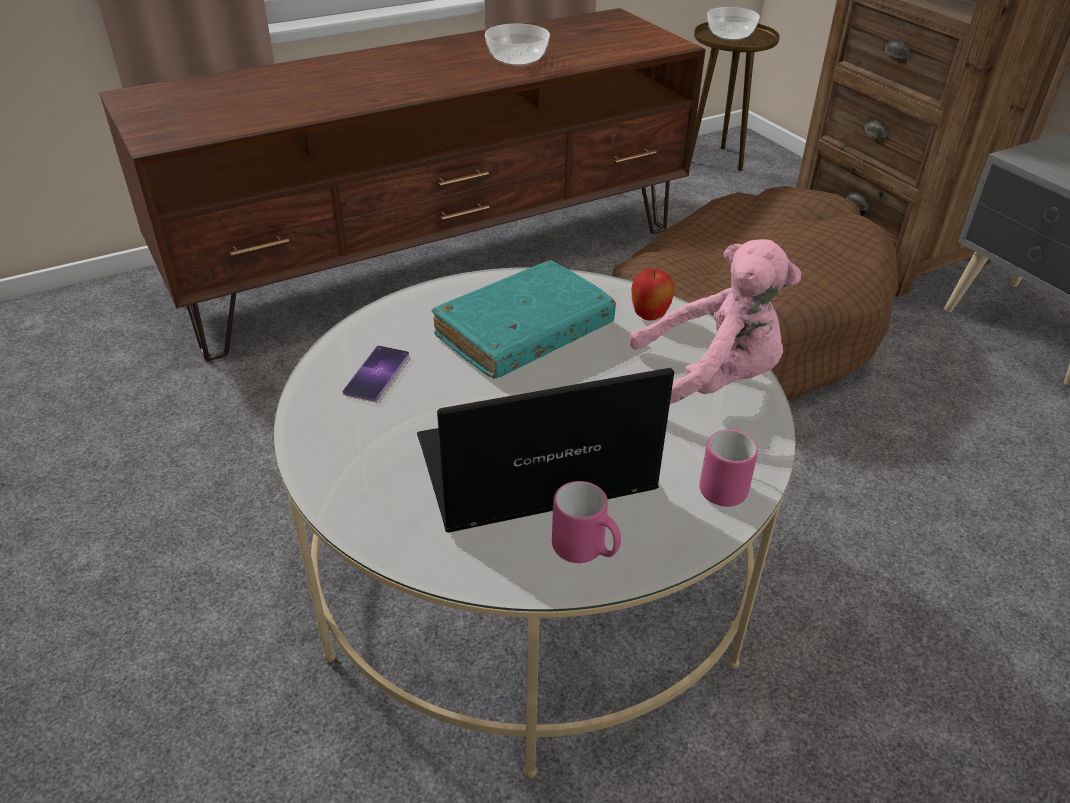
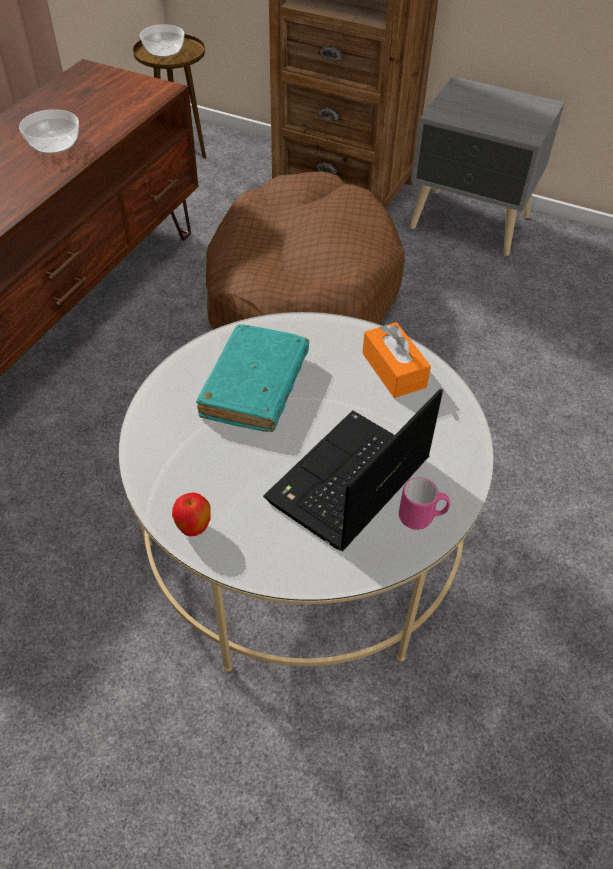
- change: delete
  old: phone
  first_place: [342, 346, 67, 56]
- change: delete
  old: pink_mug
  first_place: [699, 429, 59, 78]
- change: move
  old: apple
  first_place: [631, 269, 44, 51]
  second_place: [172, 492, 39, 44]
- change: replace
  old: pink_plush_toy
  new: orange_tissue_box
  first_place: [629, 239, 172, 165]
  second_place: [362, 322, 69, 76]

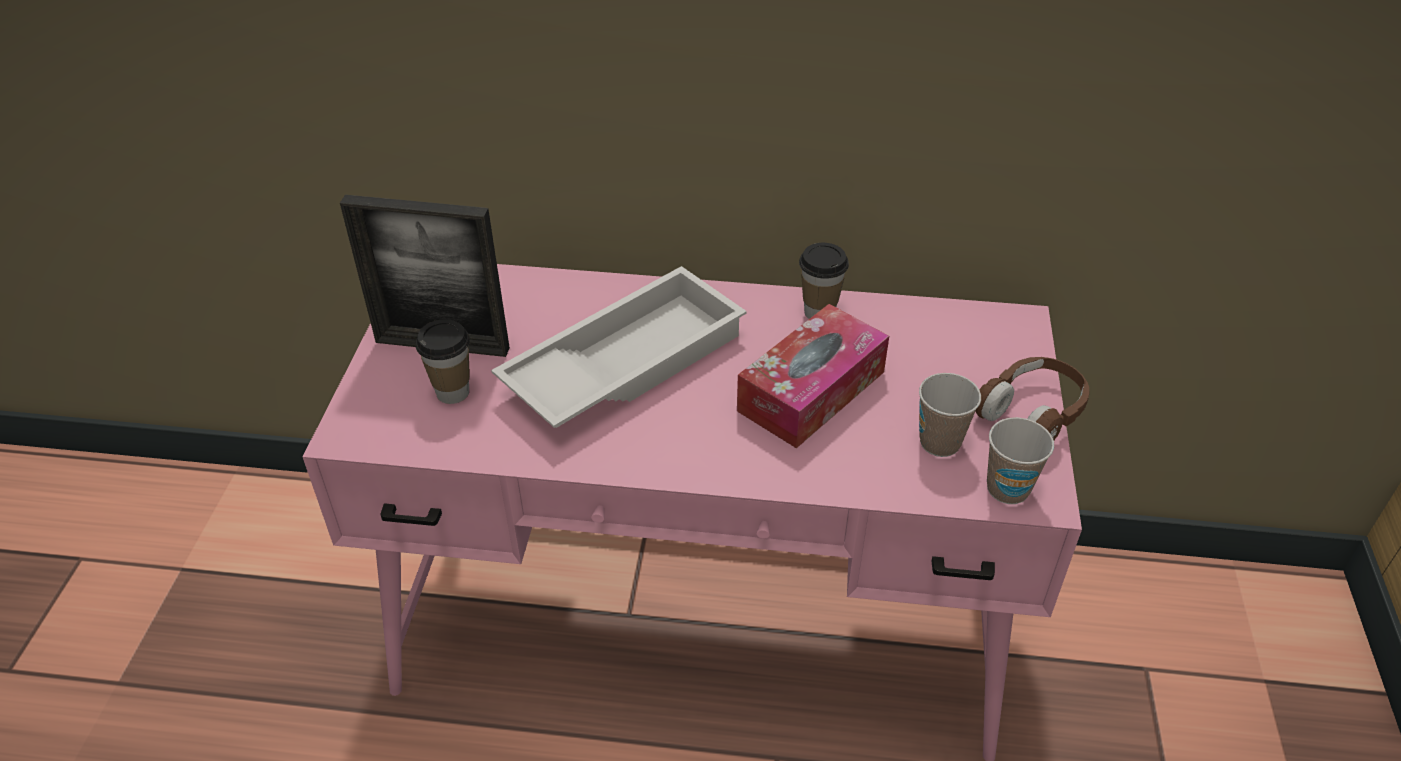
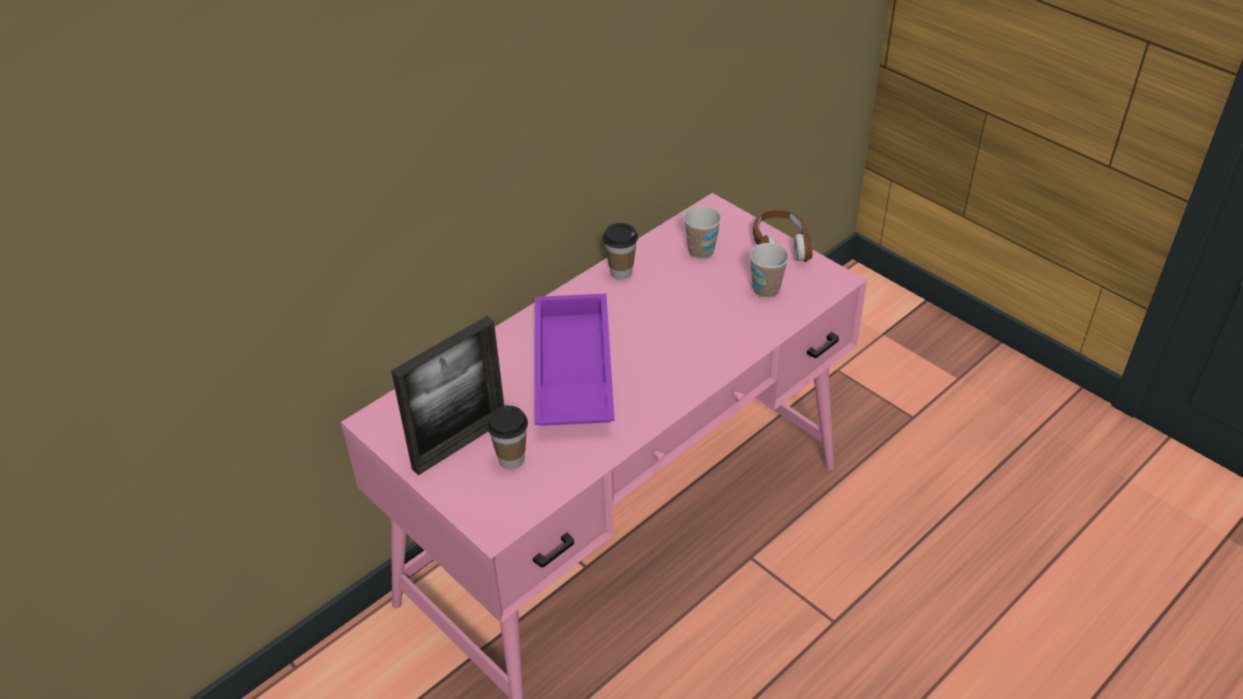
- change: delete
  old: tissue_box
  first_place: [737, 304, 152, 144]
- change: move
  old: cup
  first_place: [987, 417, 67, 87]
  second_place: [684, 206, 37, 53]
- change: recolor
  old: white_tray
  new: purple_tray
  first_place: [491, 266, 256, 162]
  second_place: [535, 294, 80, 132]

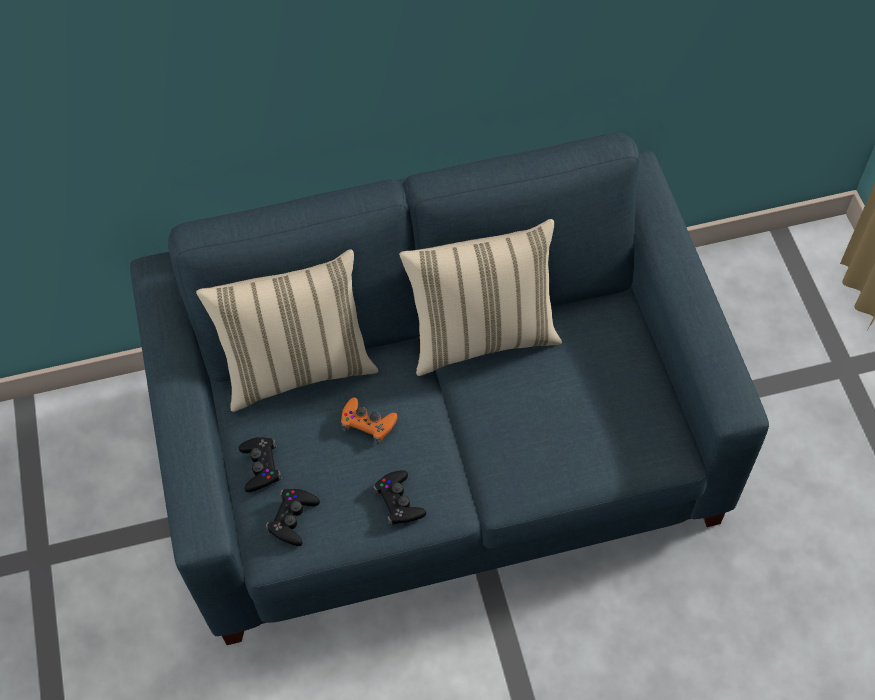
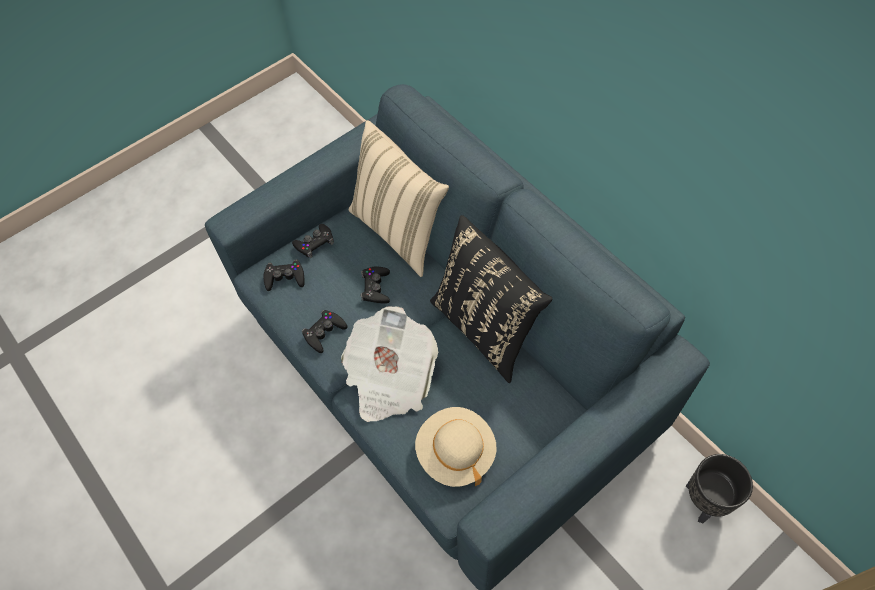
- change: insert
  new: newspaper
  second_place: [341, 306, 97, 116]
- change: insert
  new: beige_hat
  second_place: [415, 407, 82, 80]
- change: insert
  new: black_planter
  second_place: [686, 454, 67, 69]
- change: recolor
  old: orange_game_controller
  new: black_game_controller
  first_place: [341, 397, 56, 47]
  second_place: [361, 266, 29, 38]
- change: recolor
  old: beige_pillow
  new: black_pillow
  first_place: [399, 219, 163, 157]
  second_place: [430, 215, 122, 168]

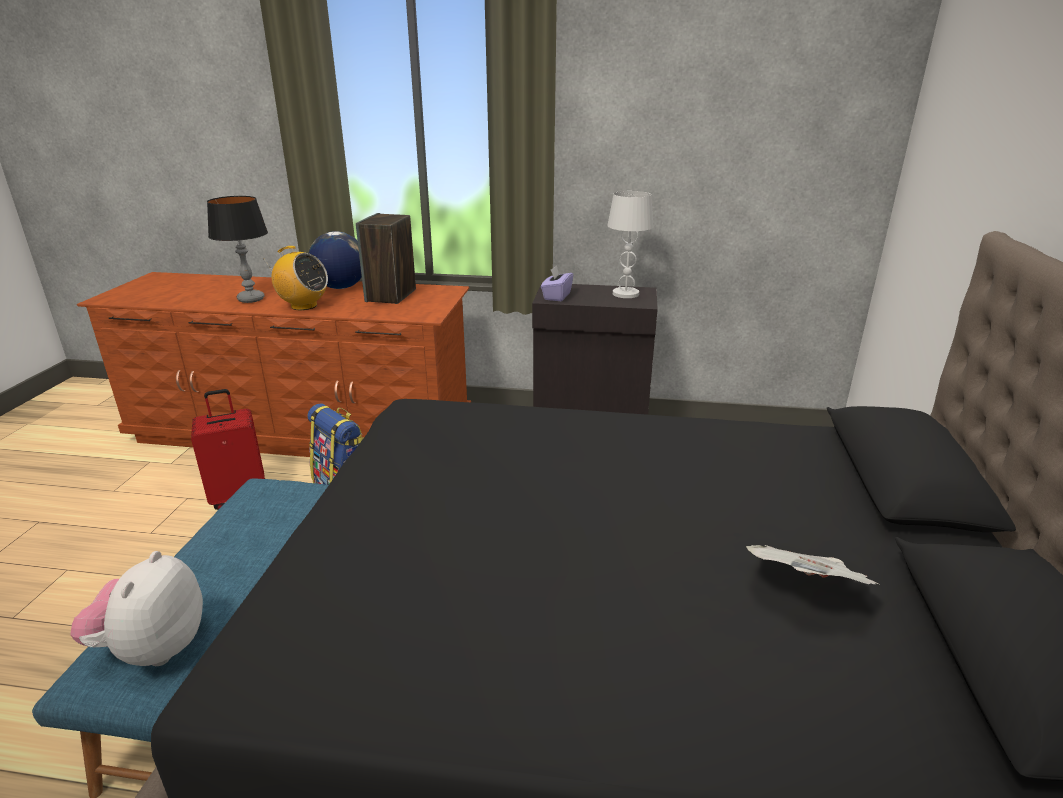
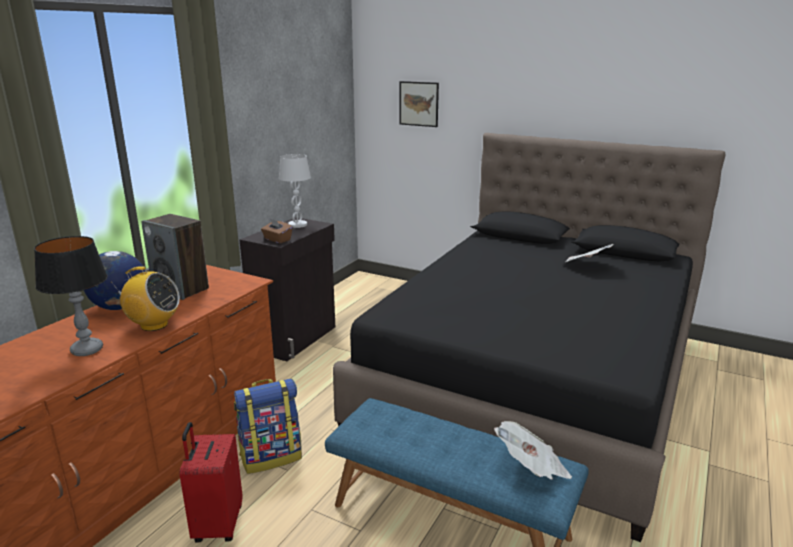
- change: insert
  new: picture
  second_place: [399, 81, 40, 46]
- change: replace
  old: plush_toy
  new: newspaper
  first_place: [70, 551, 133, 115]
  second_place: [494, 421, 78, 59]
- change: recolor
  old: purple_tissue_box
  new: brown_tissue_box
  first_place: [541, 265, 32, 36]
  second_place: [261, 219, 32, 24]
- change: rotate
  old: radio
  first_place: [264, 246, 64, 64]
  second_place: [112, 266, 68, 65]
  degrees: 60

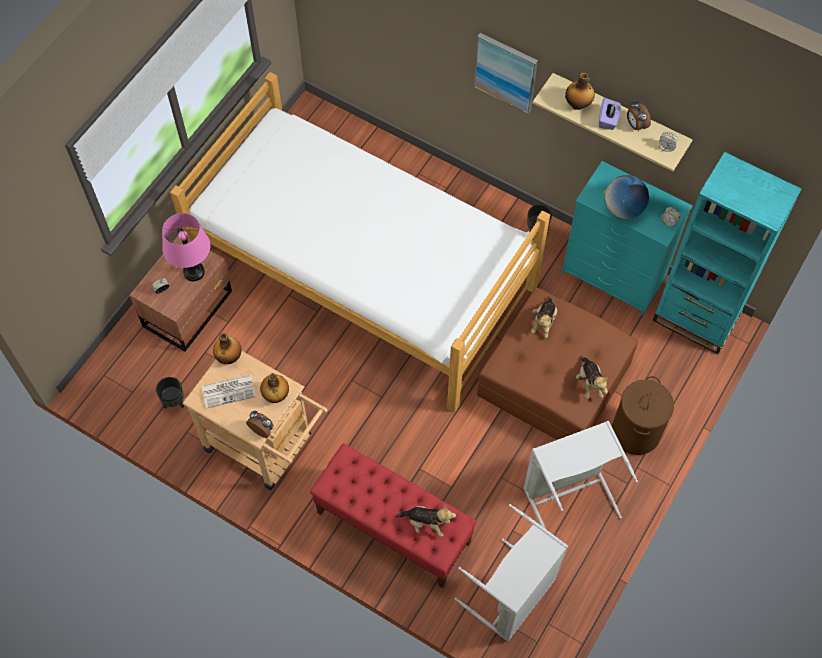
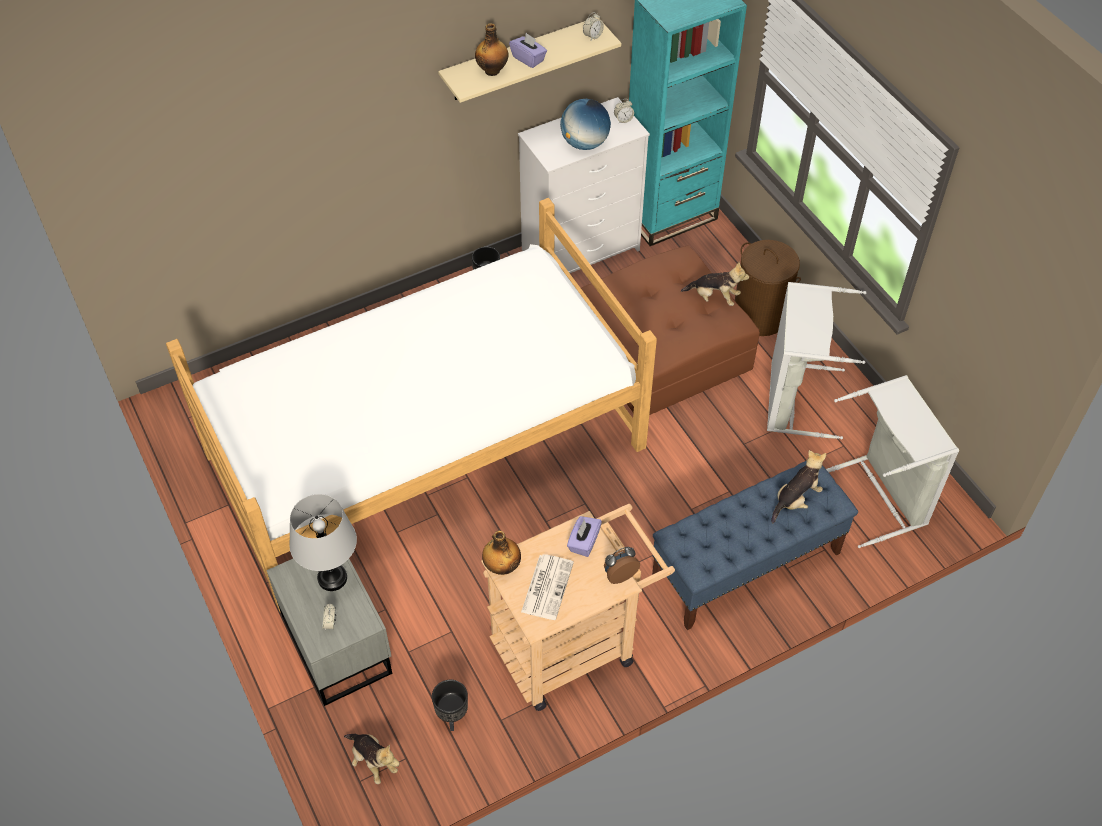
- change: delete
  old: picture
  first_place: [474, 33, 64, 81]
- change: delete
  old: alarm_clock
  first_place: [627, 101, 24, 30]
- change: move
  old: plush_toy
  first_place: [531, 296, 26, 42]
  second_place: [344, 734, 56, 50]
- change: replace
  old: bottle
  new: purple_tissue_box
  first_place: [260, 373, 29, 30]
  second_place: [567, 516, 35, 41]
- change: recolor
  old: brown_nightstand
  new: grey_nightstand
  first_place: [130, 236, 102, 115]
  second_place: [266, 559, 126, 147]
- change: recolor
  old: pink_table_lamp
  new: grey_table_lamp
  first_place: [162, 213, 48, 69]
  second_place: [289, 494, 68, 97]
- change: recolor
  old: red_bench
  new: blue_bench
  first_place: [310, 443, 167, 145]
  second_place: [652, 460, 206, 170]
- change: recolor
  old: turquoise_dresser
  new: white_dresser
  first_place: [562, 161, 131, 155]
  second_place: [518, 97, 132, 176]

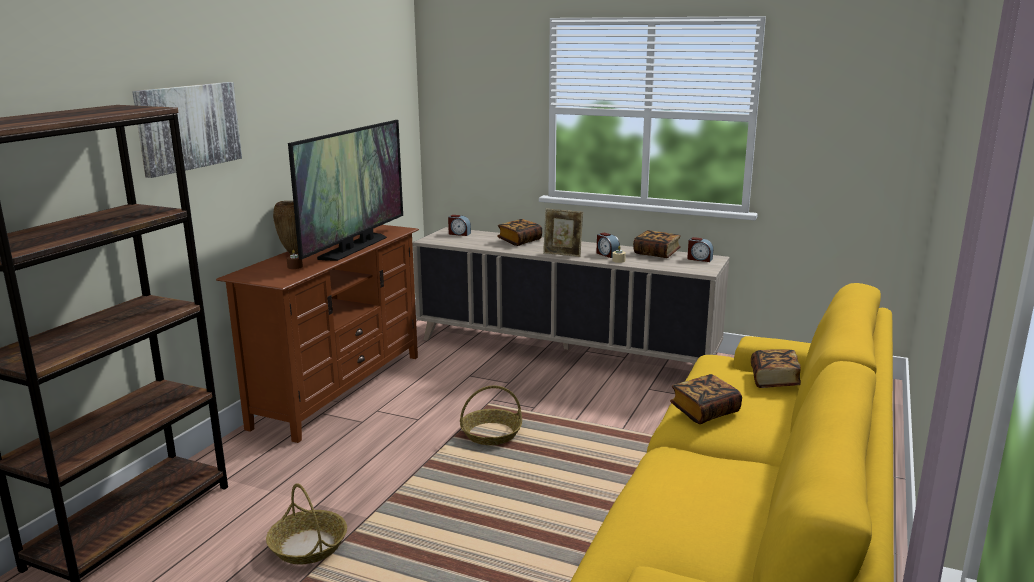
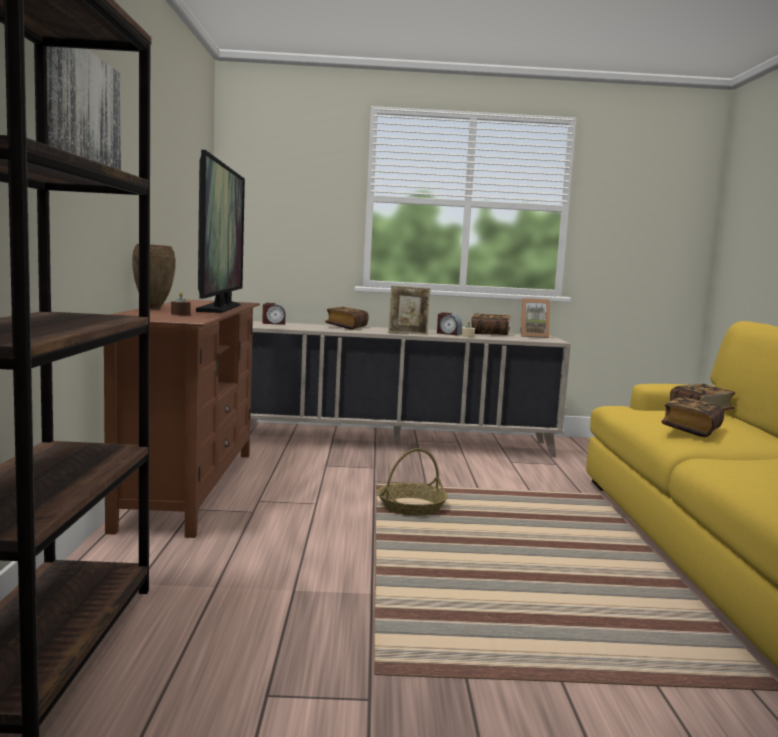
- change: delete
  old: basket
  first_place: [266, 483, 81, 82]
- change: replace
  old: alarm_clock
  new: picture_frame
  first_place: [687, 237, 26, 25]
  second_place: [520, 298, 30, 40]

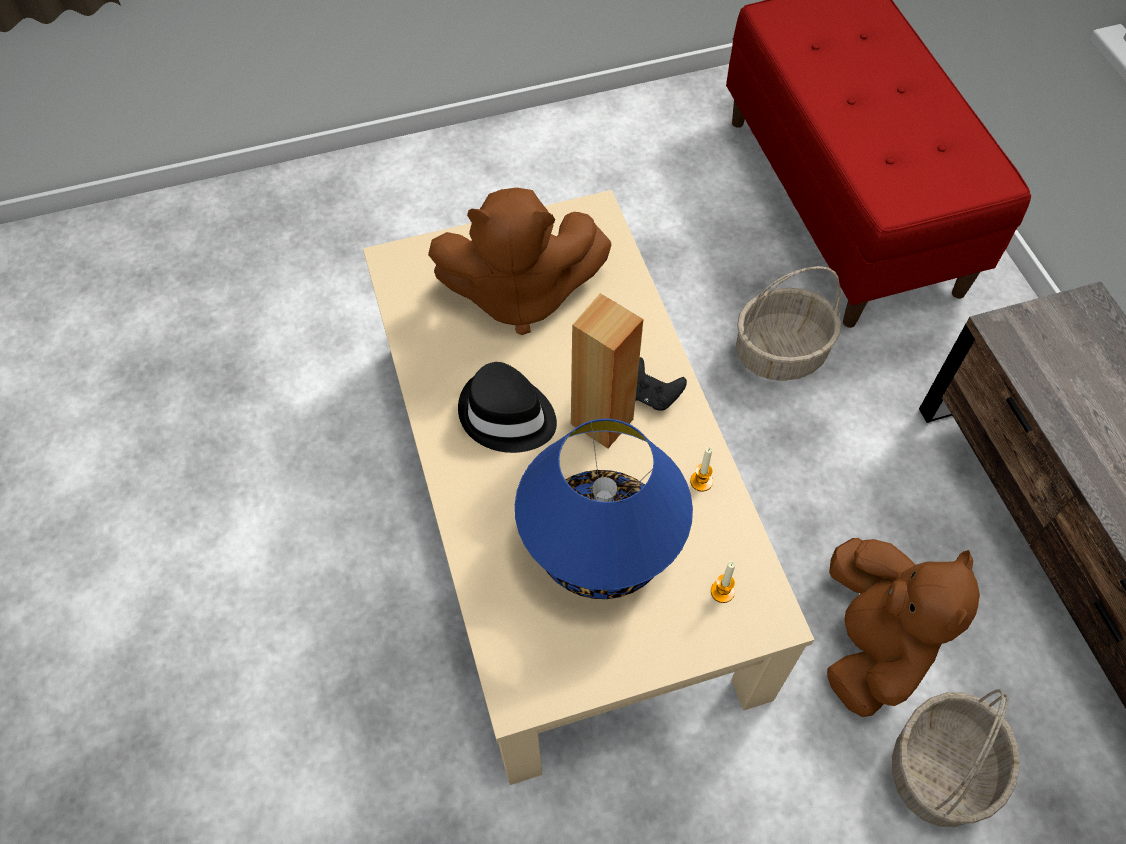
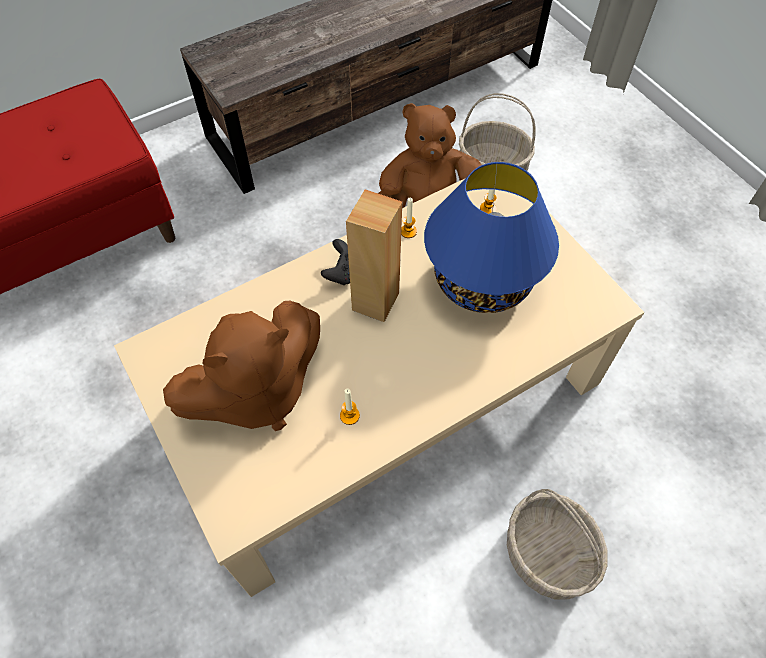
- change: delete
  old: black_hat
  first_place: [458, 362, 99, 91]
- change: insert
  new: candle
  second_place: [340, 389, 20, 36]
- change: move
  old: basket
  first_place: [736, 266, 105, 115]
  second_place: [507, 489, 101, 111]
- change: rotate
  old: brown_plush_toy
  first_place: [428, 188, 183, 147]
  second_place: [163, 301, 157, 130]
  degrees: 75

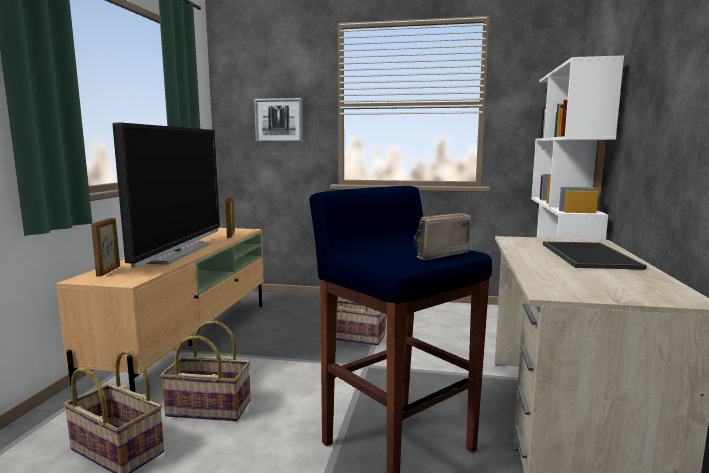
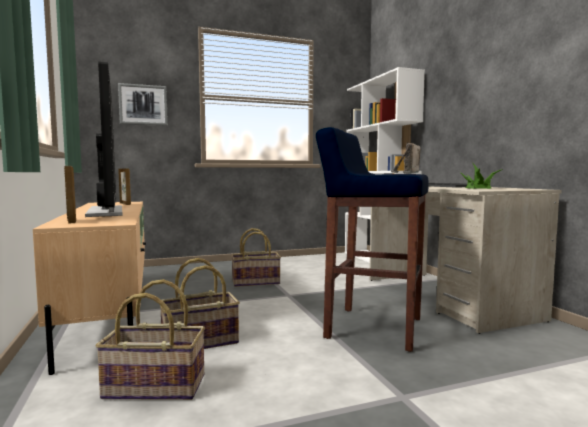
- change: insert
  new: potted_plant
  second_place: [461, 162, 42, 27]

